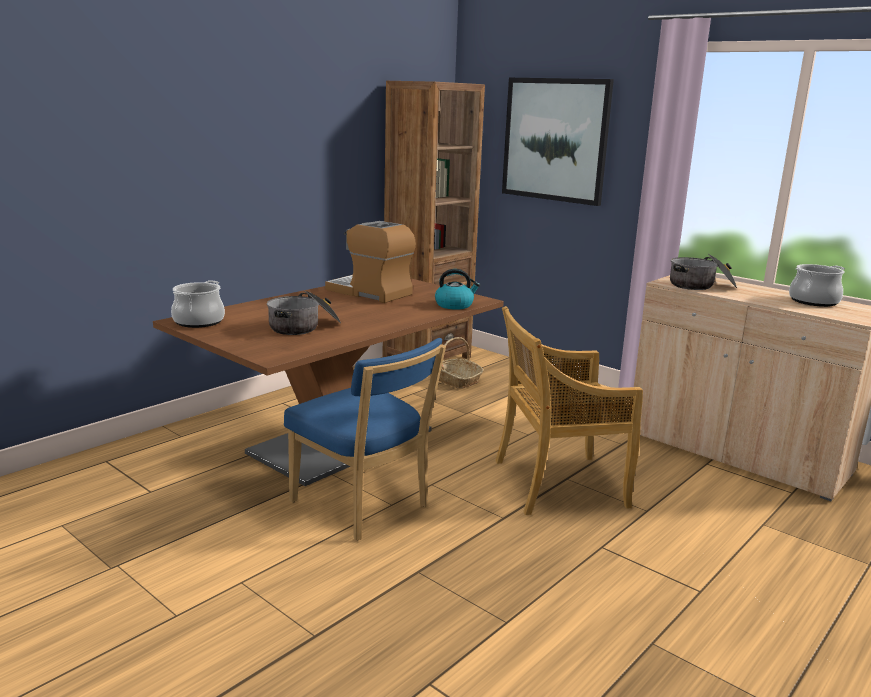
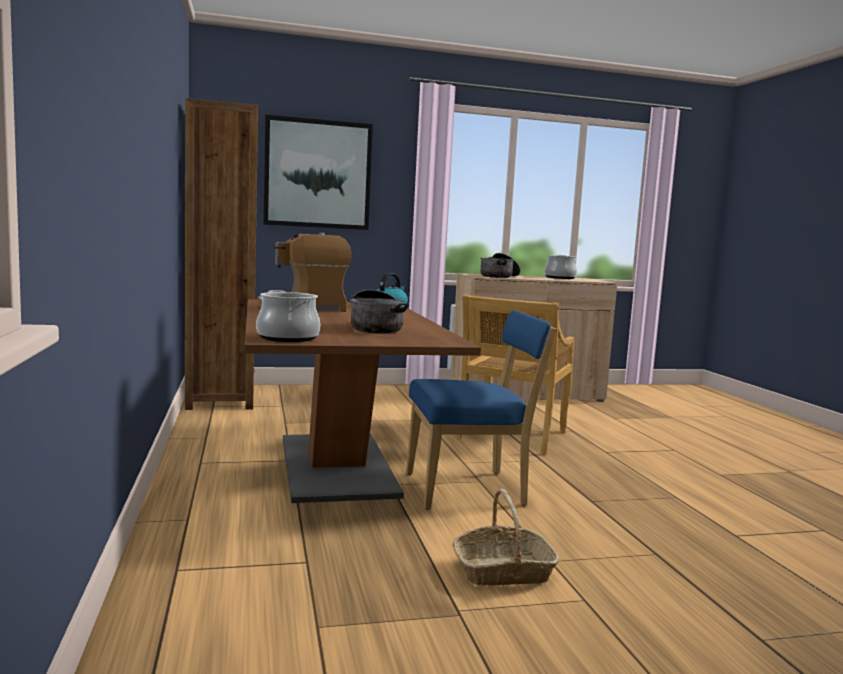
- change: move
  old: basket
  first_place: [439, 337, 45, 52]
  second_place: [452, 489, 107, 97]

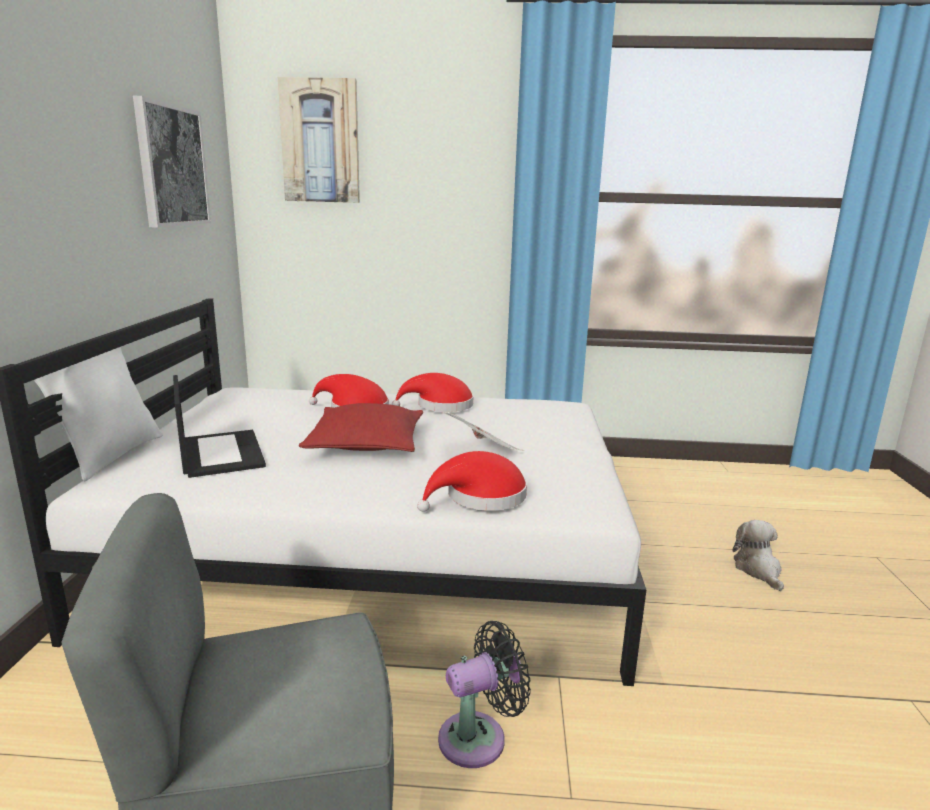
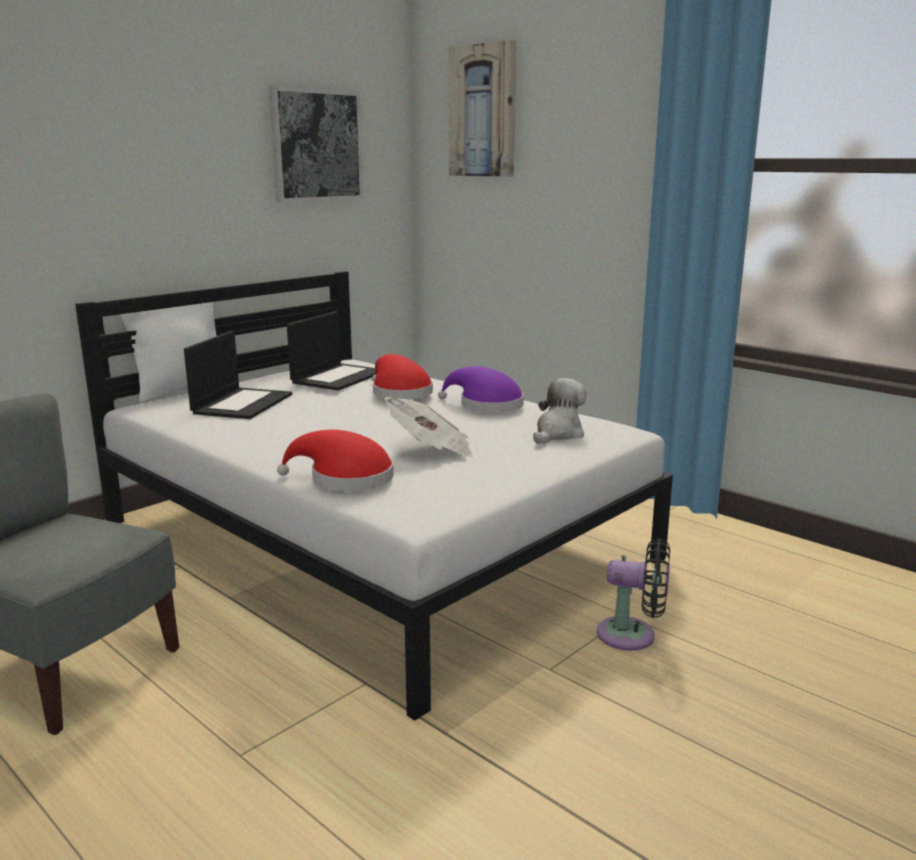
- change: delete
  old: red_pillow
  first_place: [299, 403, 124, 49]
- change: insert
  new: laptop
  second_place: [287, 311, 88, 80]
- change: move
  old: black_fan
  first_place: [438, 621, 93, 147]
  second_place: [597, 539, 73, 112]
- change: move
  old: plush_toy
  first_place: [733, 520, 51, 71]
  second_place: [533, 378, 53, 66]
- change: recolor
  old: red_hat
  new: purple_hat
  first_place: [392, 373, 81, 39]
  second_place: [438, 366, 86, 46]

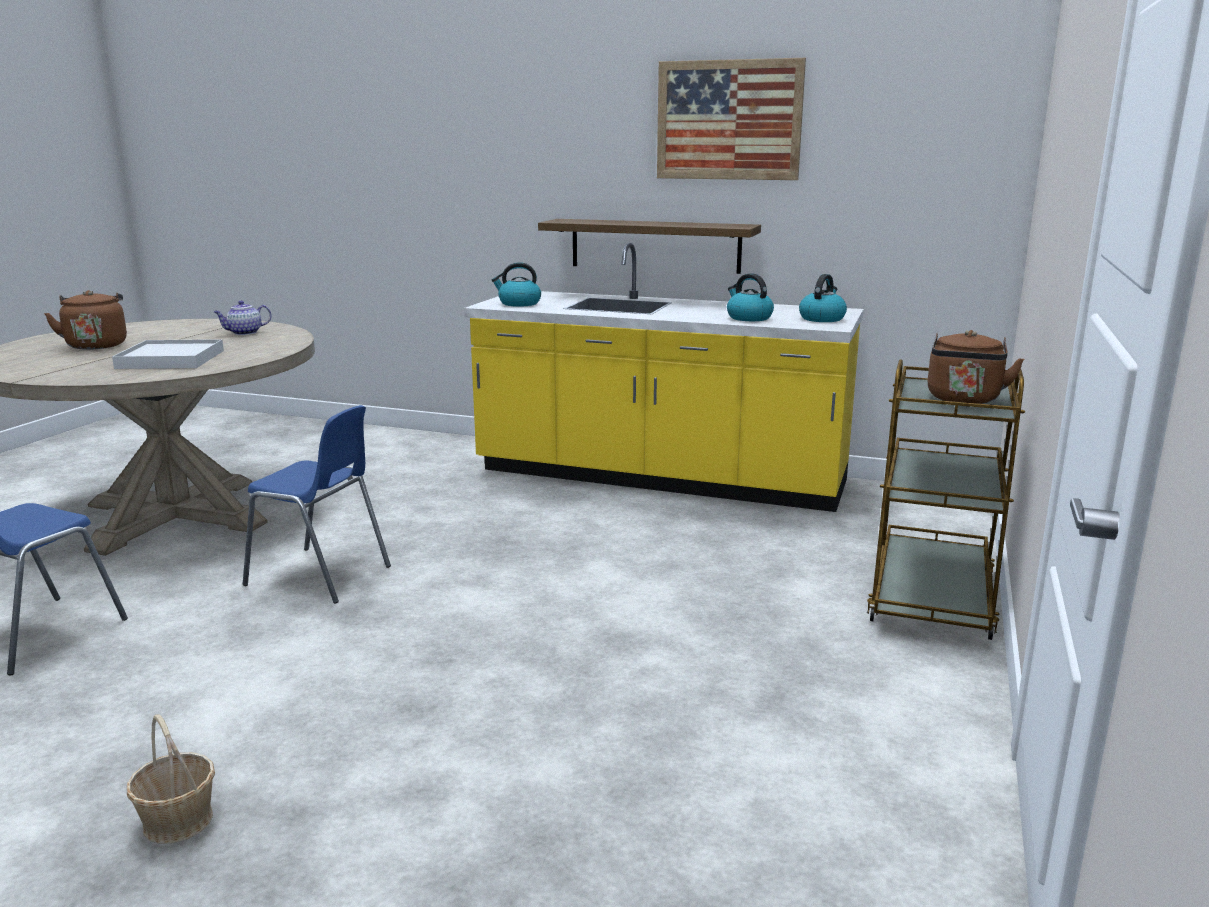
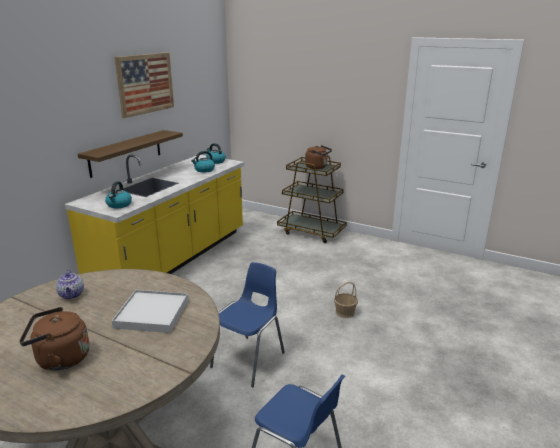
- change: move
  old: basket
  first_place: [127, 714, 88, 130]
  second_place: [334, 282, 24, 36]

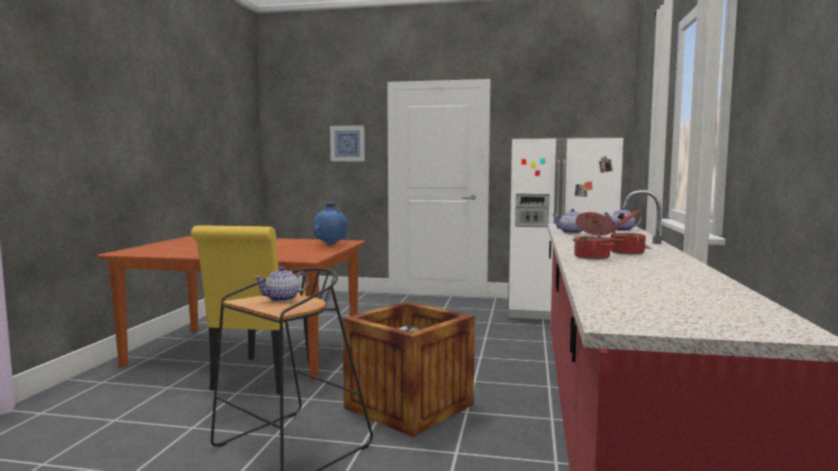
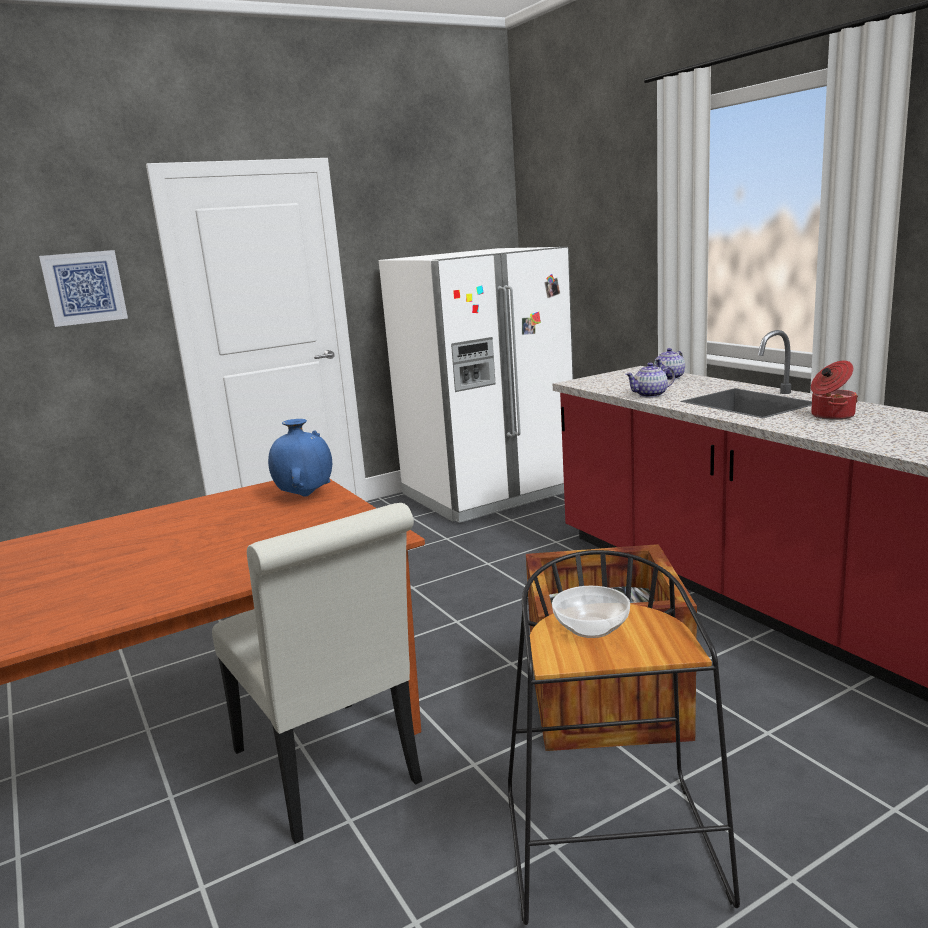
- change: delete
  old: cooking_pot
  first_place: [572, 212, 42, 48]
- change: replace
  old: teapot
  new: bowl
  first_place: [254, 267, 55, 35]
  second_place: [552, 586, 78, 52]
- change: recolor
  old: yellow_chair
  new: white_chair
  first_place: [191, 225, 118, 169]
  second_place: [212, 503, 210, 341]

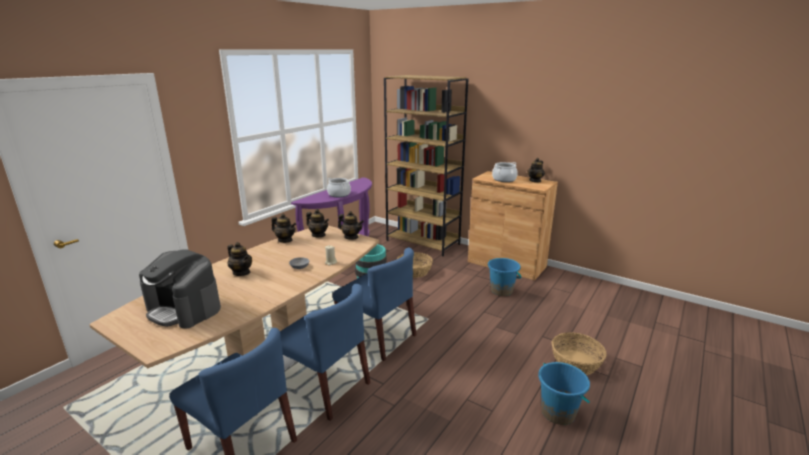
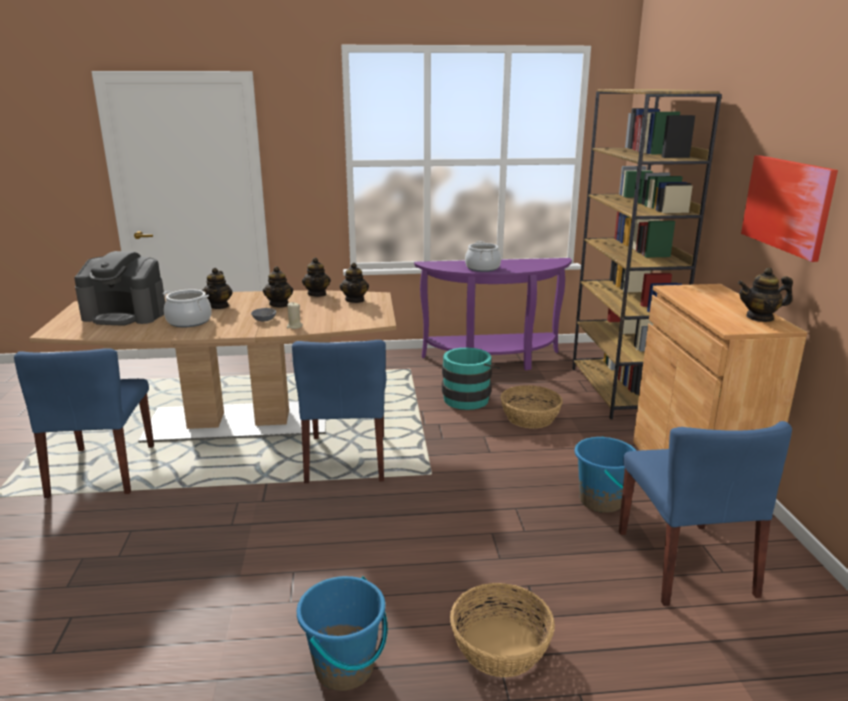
- change: insert
  new: picture
  second_place: [741, 155, 97, 107]
- change: move
  old: blue_chair
  first_place: [280, 284, 91, 137]
  second_place: [619, 421, 173, 185]
- change: move
  old: teapot
  first_place: [338, 211, 26, 29]
  second_place: [263, 266, 30, 41]
- change: move
  old: cooking_pot
  first_place: [492, 162, 26, 20]
  second_place: [163, 289, 49, 38]
- change: rotate
  old: coffee_machine
  first_place: [139, 249, 82, 80]
  second_place: [74, 251, 91, 74]
  degrees: -75

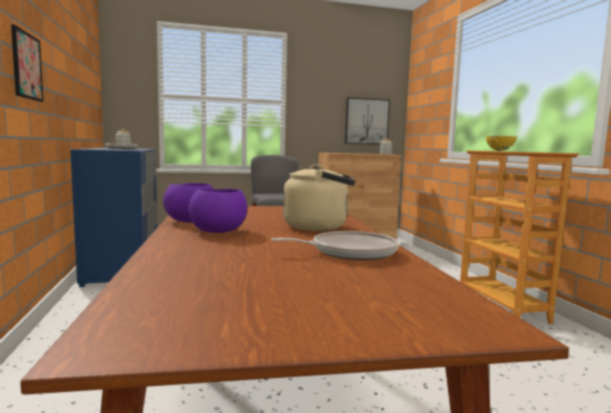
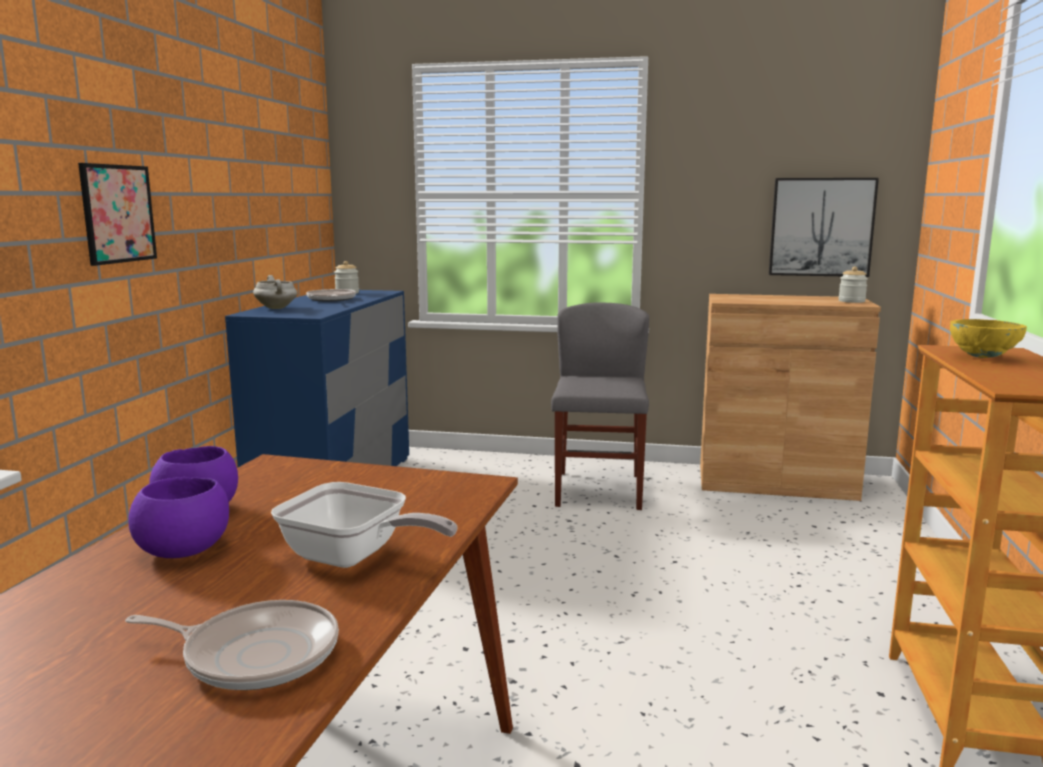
- change: insert
  new: white_cooking_pot
  second_place: [253, 275, 44, 34]
- change: replace
  old: beige_kettle
  new: frying_pan
  first_place: [283, 165, 73, 66]
  second_place: [271, 482, 186, 86]

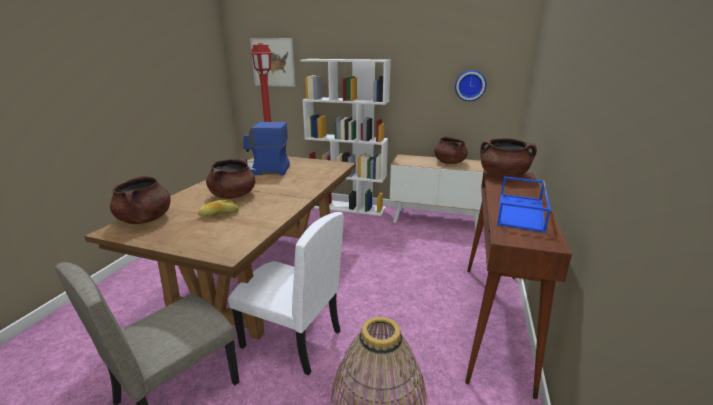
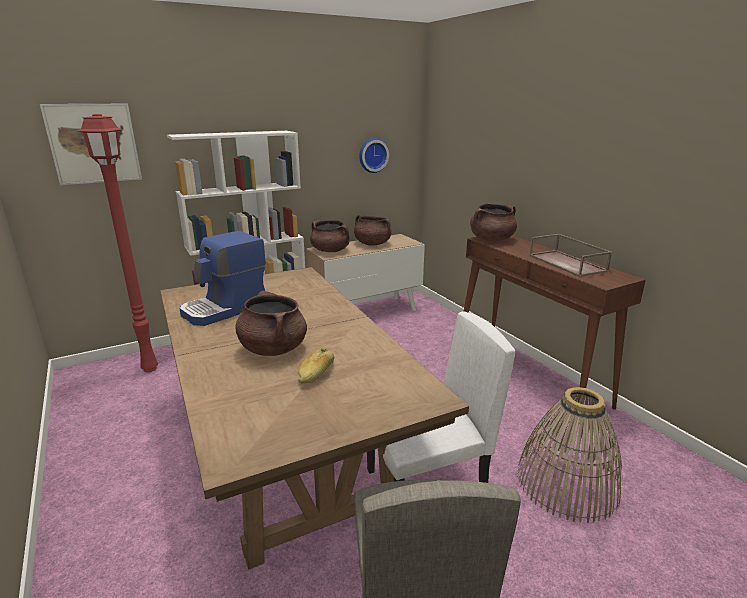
- change: move
  old: brown_cooking_pot
  first_place: [110, 175, 61, 49]
  second_place: [310, 220, 40, 32]
- change: recolor
  old: blue_tray
  new: brown_tray
  first_place: [497, 176, 54, 57]
  second_place: [529, 234, 83, 43]

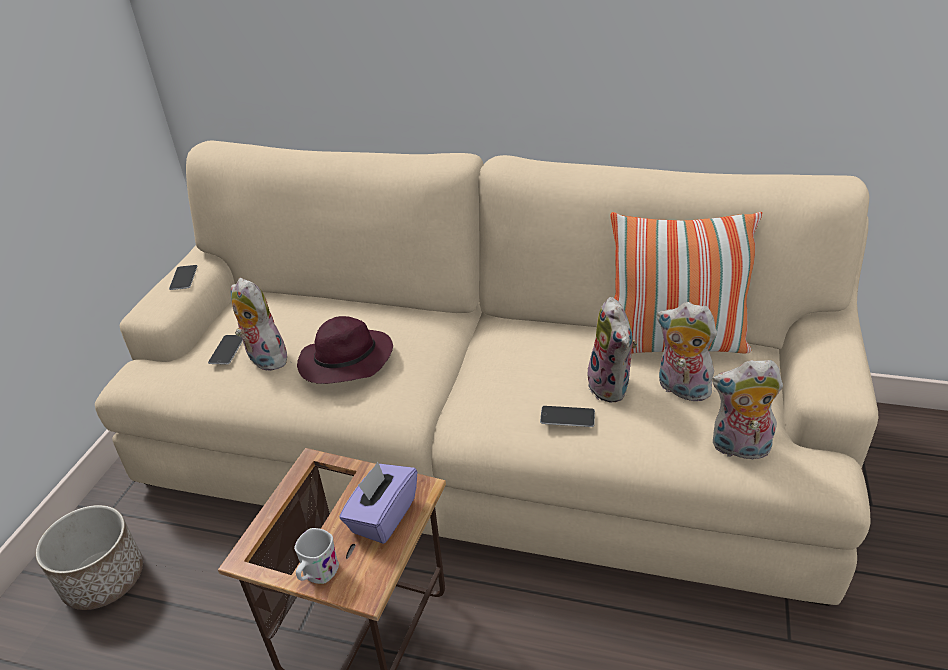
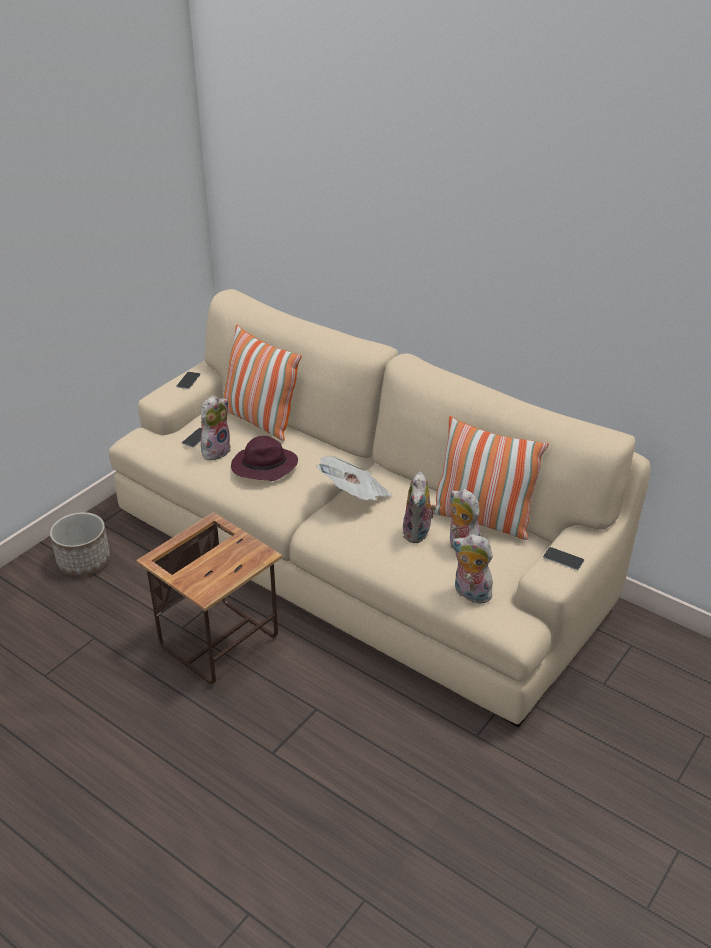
- change: delete
  old: white_mug
  first_place: [294, 528, 45, 56]
- change: delete
  old: purple_tissue_box
  first_place: [339, 462, 78, 82]
- change: insert
  new: pillow
  second_place: [223, 325, 79, 116]
- change: insert
  new: newspaper
  second_place: [316, 456, 76, 45]
- change: move
  old: phone
  first_place: [540, 406, 55, 21]
  second_place: [543, 547, 41, 23]
- change: rotate
  old: plush_toy
  first_place: [231, 278, 56, 93]
  second_place: [201, 395, 30, 65]
  degrees: 60

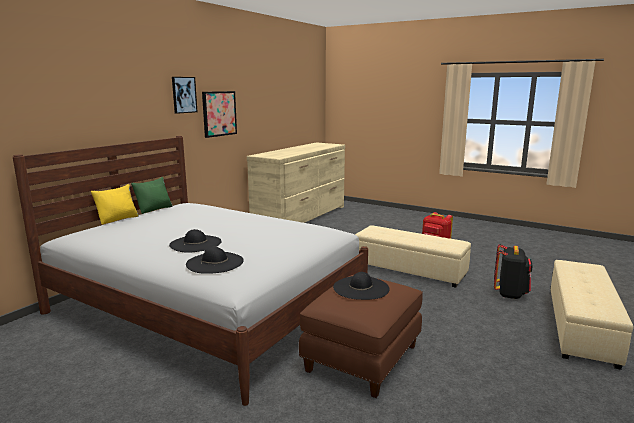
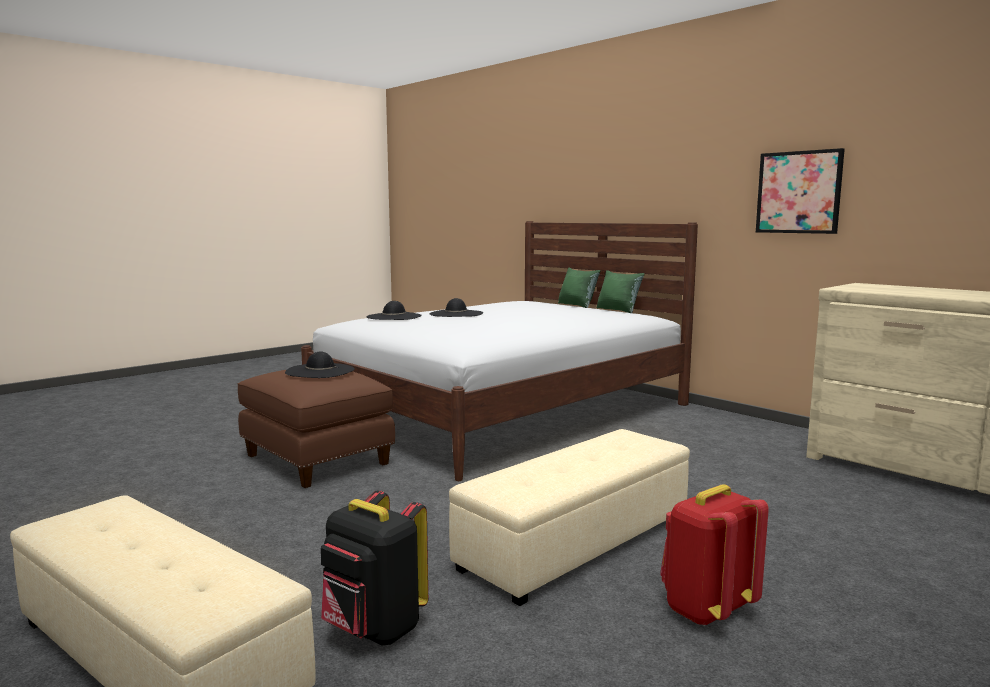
- change: delete
  old: picture
  first_place: [172, 77, 25, 37]
- change: recolor
  old: yellow_pillow
  new: green_pillow
  first_place: [91, 184, 48, 41]
  second_place: [558, 268, 42, 40]

